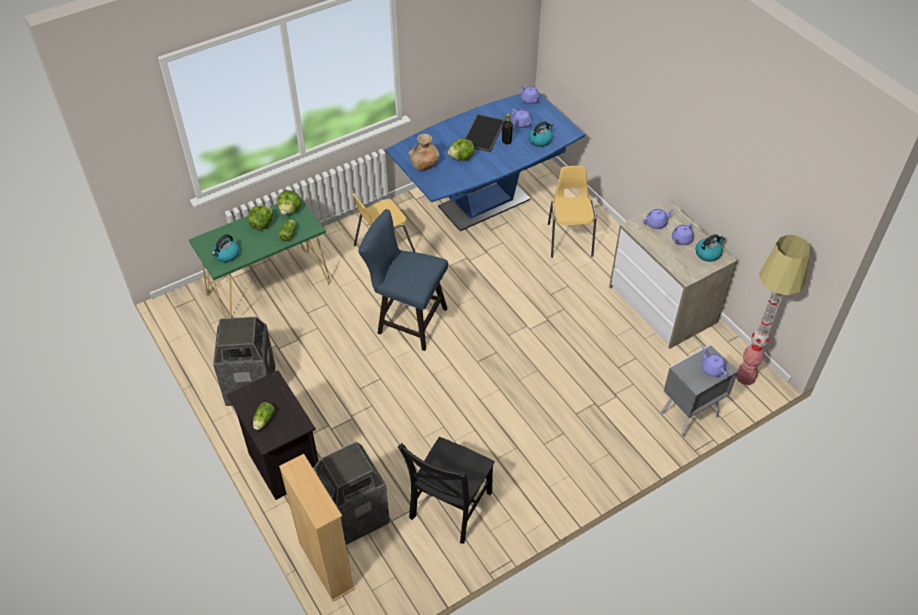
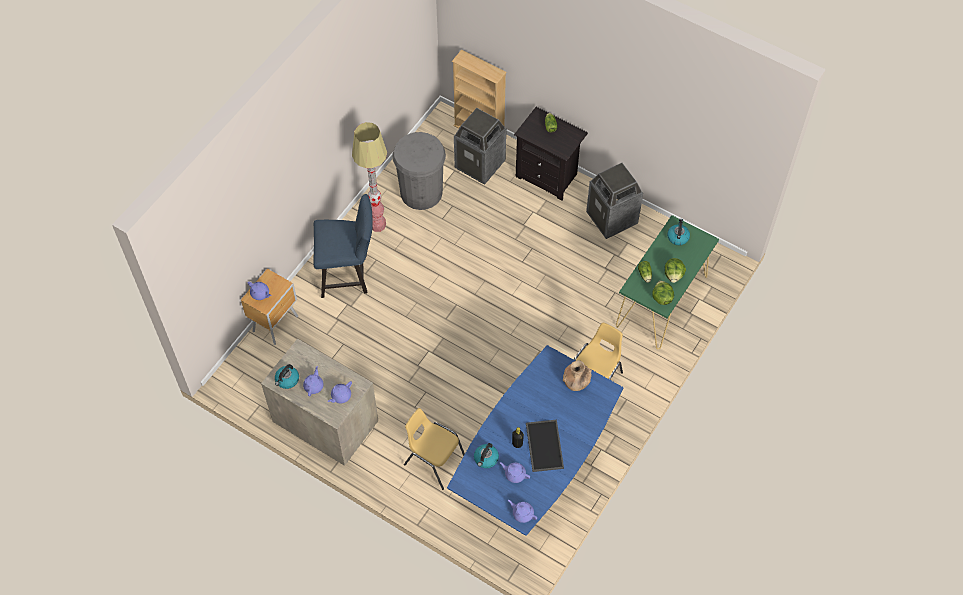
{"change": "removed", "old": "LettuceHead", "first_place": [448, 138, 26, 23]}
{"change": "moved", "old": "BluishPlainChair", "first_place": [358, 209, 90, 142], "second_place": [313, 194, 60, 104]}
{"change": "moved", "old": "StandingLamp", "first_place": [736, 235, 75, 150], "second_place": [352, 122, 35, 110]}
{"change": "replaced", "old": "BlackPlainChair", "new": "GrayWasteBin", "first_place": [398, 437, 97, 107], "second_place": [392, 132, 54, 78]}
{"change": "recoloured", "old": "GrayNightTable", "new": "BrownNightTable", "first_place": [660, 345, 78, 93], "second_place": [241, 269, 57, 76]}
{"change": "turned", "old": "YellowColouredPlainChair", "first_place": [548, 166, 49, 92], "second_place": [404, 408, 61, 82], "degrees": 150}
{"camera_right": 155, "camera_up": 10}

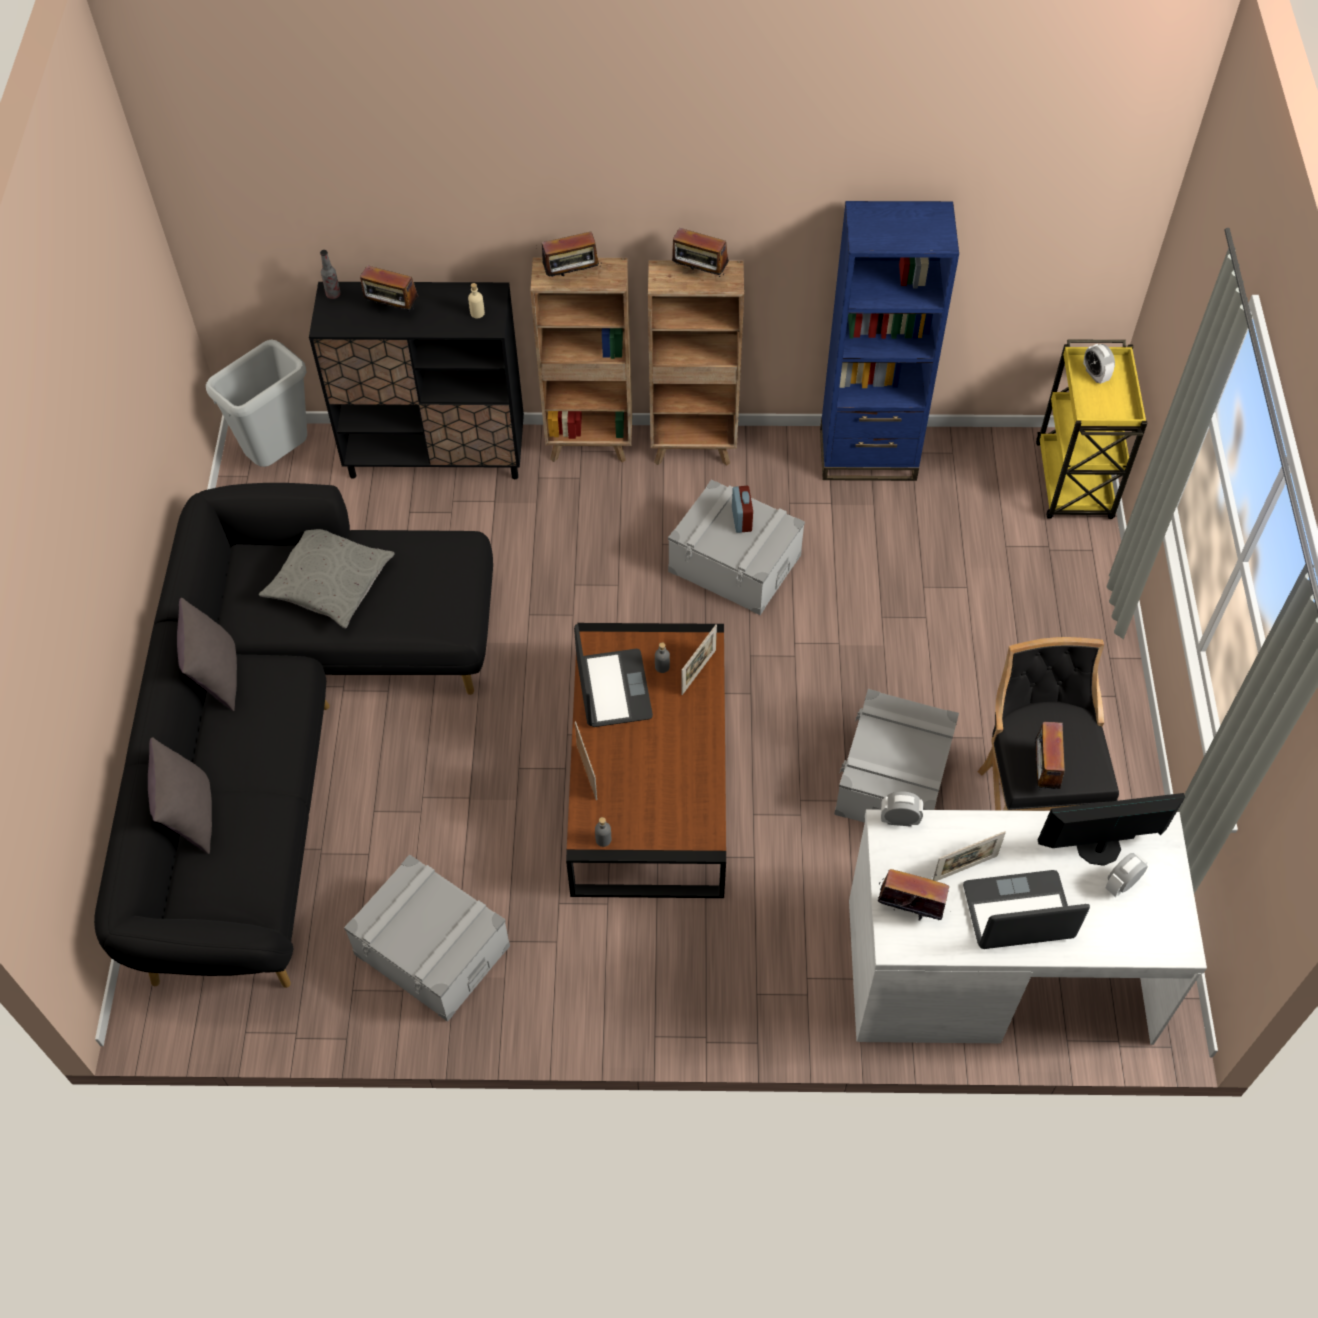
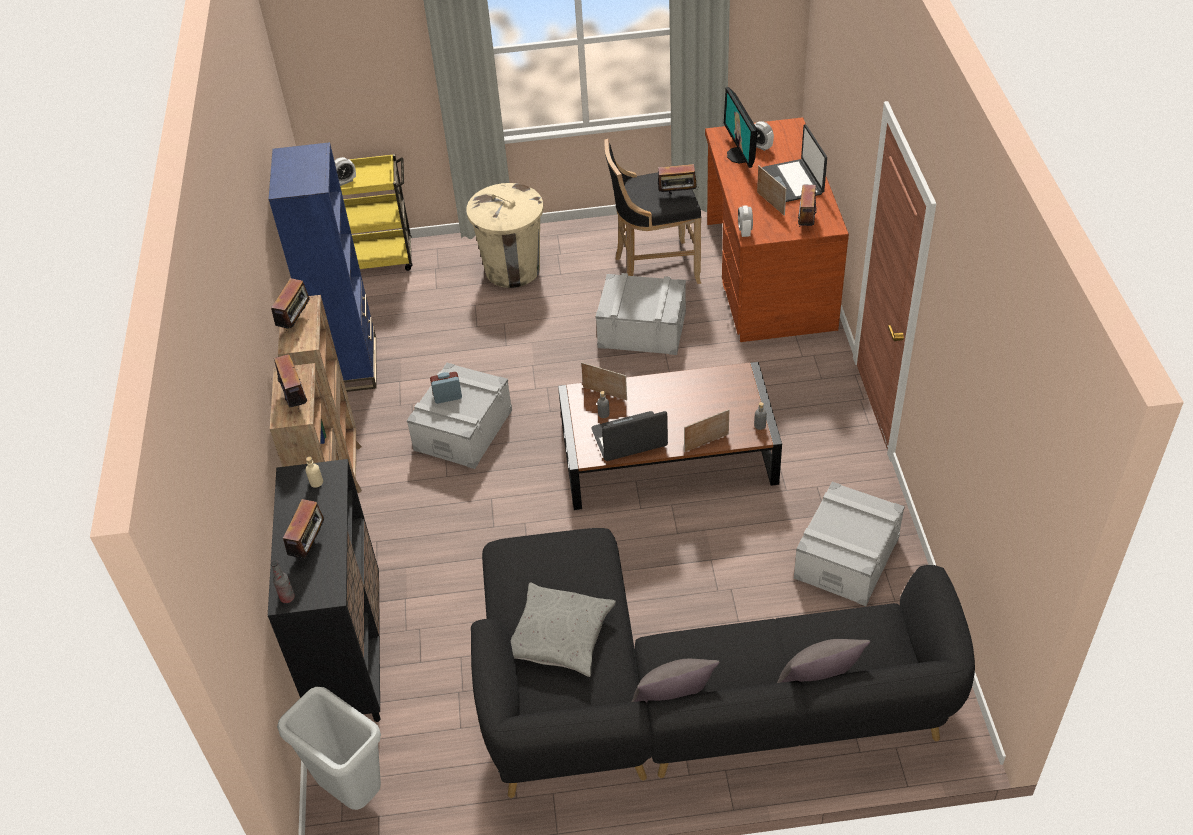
{"change": "added", "new": "BeigeColouredWasteBin", "second_place": [466, 183, 77, 105]}
{"change": "recoloured", "old": "WhiteDeskTable", "new": "BrownDeskTable", "first_place": [849, 809, 358, 236], "second_place": [705, 117, 144, 225]}
{"camera_right": -95, "camera_up": -10}

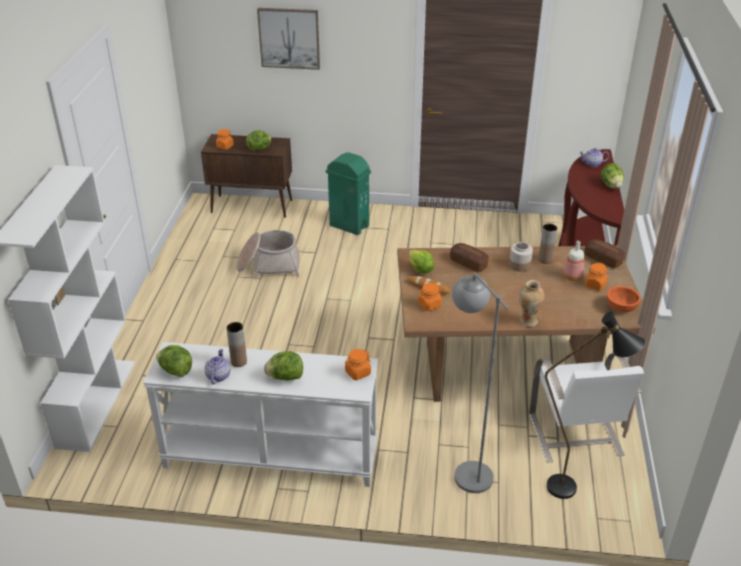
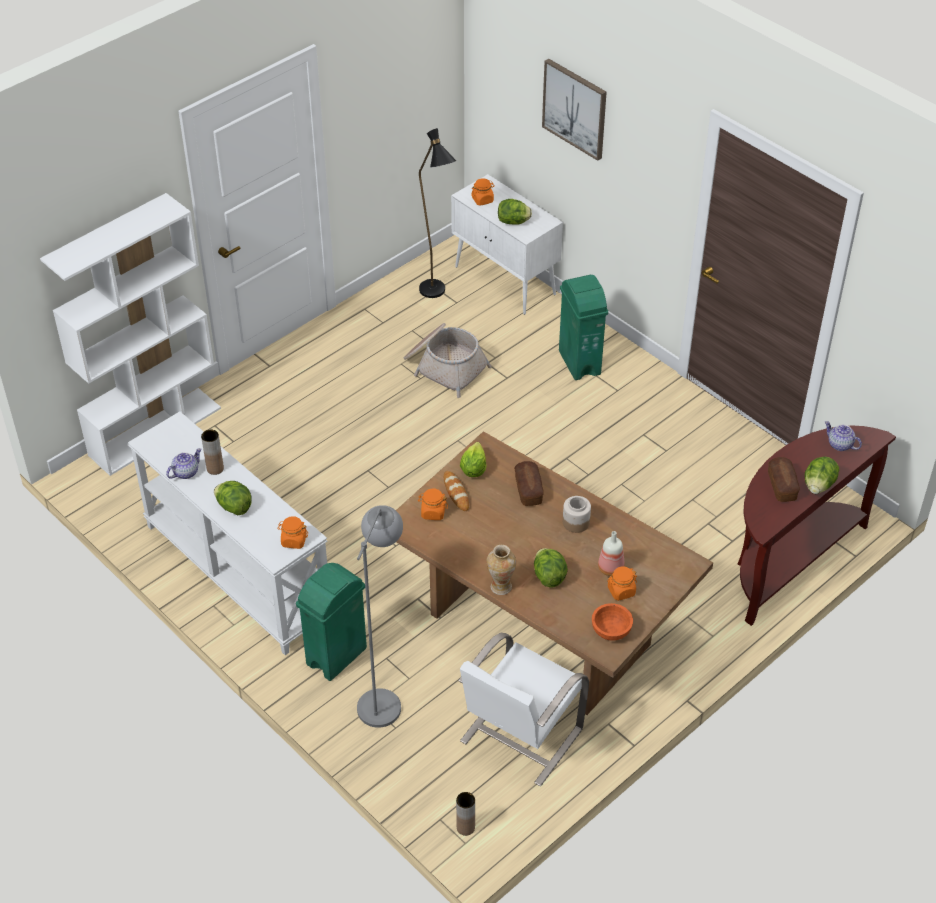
{"change": "added", "new": "GreenWasteBin", "second_place": [296, 563, 71, 118]}
{"change": "moved", "old": "LettuceHead", "first_place": [156, 345, 36, 32], "second_place": [534, 548, 34, 40]}
{"change": "moved", "old": "BrownVase", "first_place": [538, 224, 19, 40], "second_place": [456, 792, 19, 44]}
{"change": "moved", "old": "BlackStandingLamp", "first_place": [545, 311, 101, 188], "second_place": [419, 128, 37, 170]}
{"change": "moved", "old": "Bread", "first_place": [584, 239, 41, 29], "second_place": [768, 457, 32, 45]}
{"change": "recoloured", "old": "BrownCabinet", "new": "WhiteCabinet", "first_place": [201, 134, 91, 84], "second_place": [451, 174, 112, 141]}
{"camera_right": 40, "camera_up": 10}

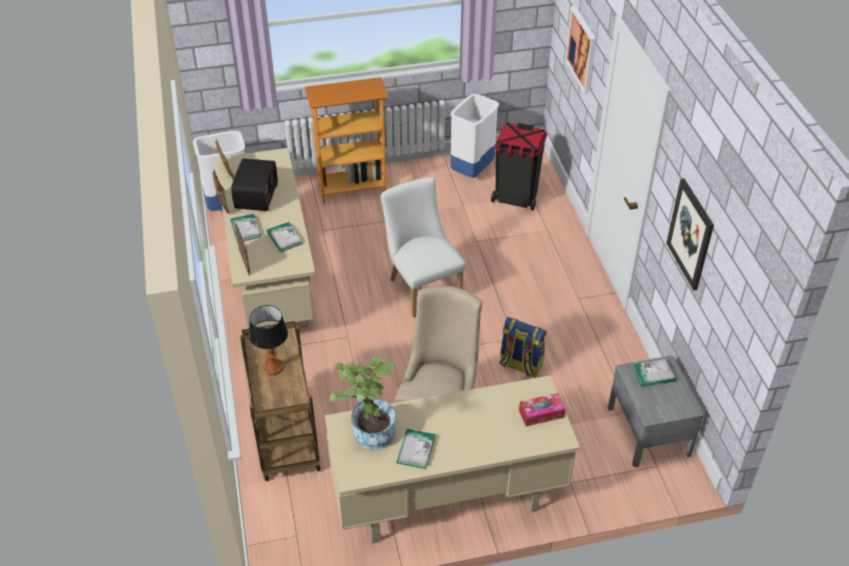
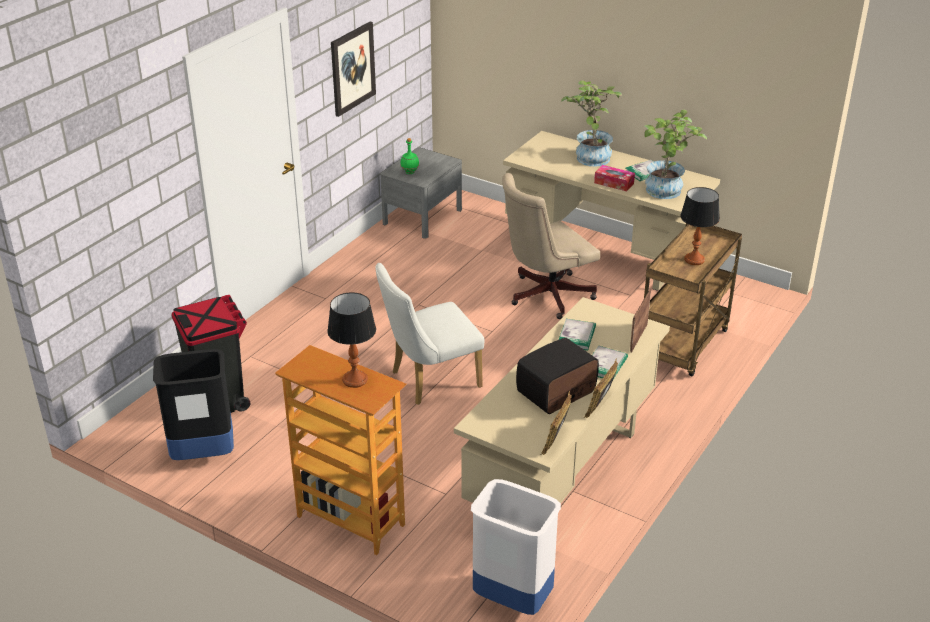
{"change": "removed", "old": "Knapsack", "first_place": [499, 317, 47, 61]}
{"change": "removed", "old": "WallArt", "first_place": [565, 6, 31, 88]}
{"change": "added", "new": "LampForATable", "second_place": [327, 292, 49, 96]}
{"change": "added", "new": "Houseplant", "second_place": [561, 80, 61, 87]}
{"change": "moved", "old": "TissueHolder", "first_place": [519, 393, 46, 33], "second_place": [594, 165, 41, 26]}
{"change": "replaced", "old": "Book", "new": "GreenDrinkBottle", "first_place": [633, 359, 43, 28], "second_place": [401, 138, 18, 36]}
{"change": "recoloured", "old": "WhiteWasteBin", "new": "BlackWasteBin", "first_place": [450, 94, 49, 84], "second_place": [153, 349, 81, 111]}
{"change": "turned", "old": "WhitePlainChair", "first_place": [381, 177, 85, 141], "second_place": [376, 263, 109, 142], "degrees": 45}
{"camera_right": -135, "camera_up": -10}

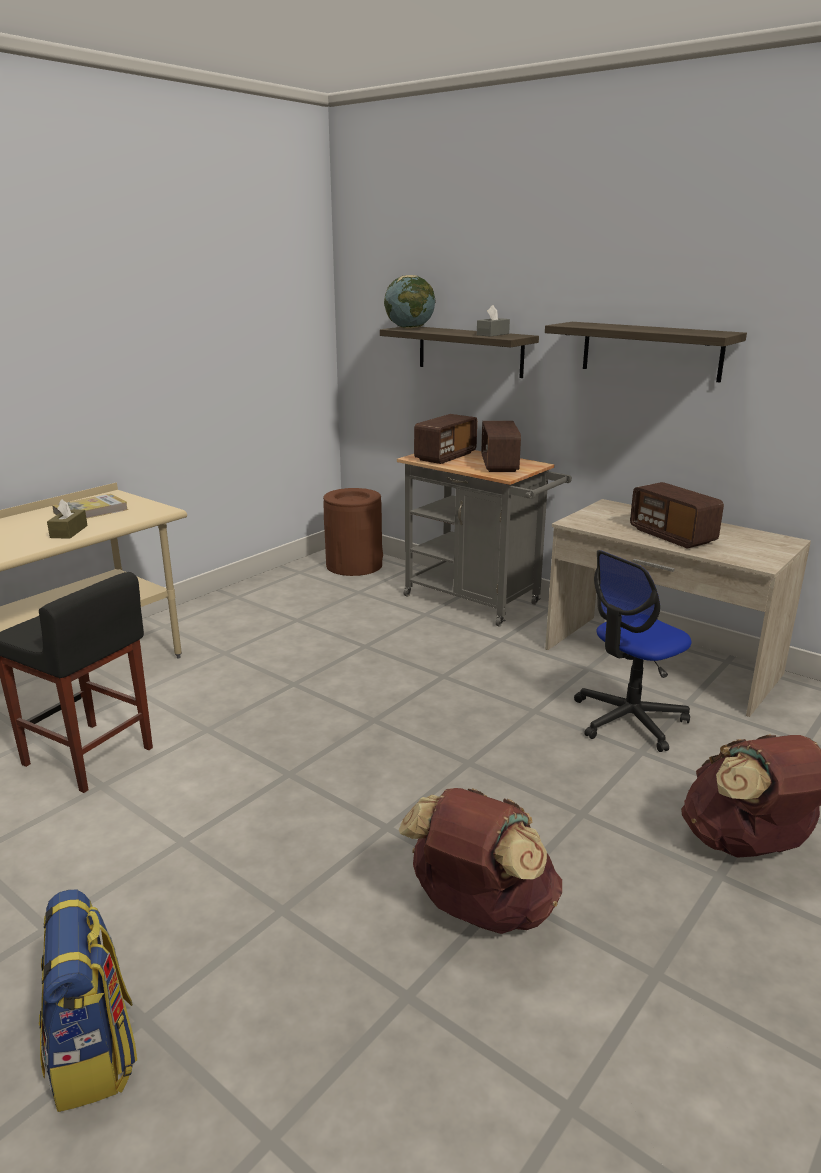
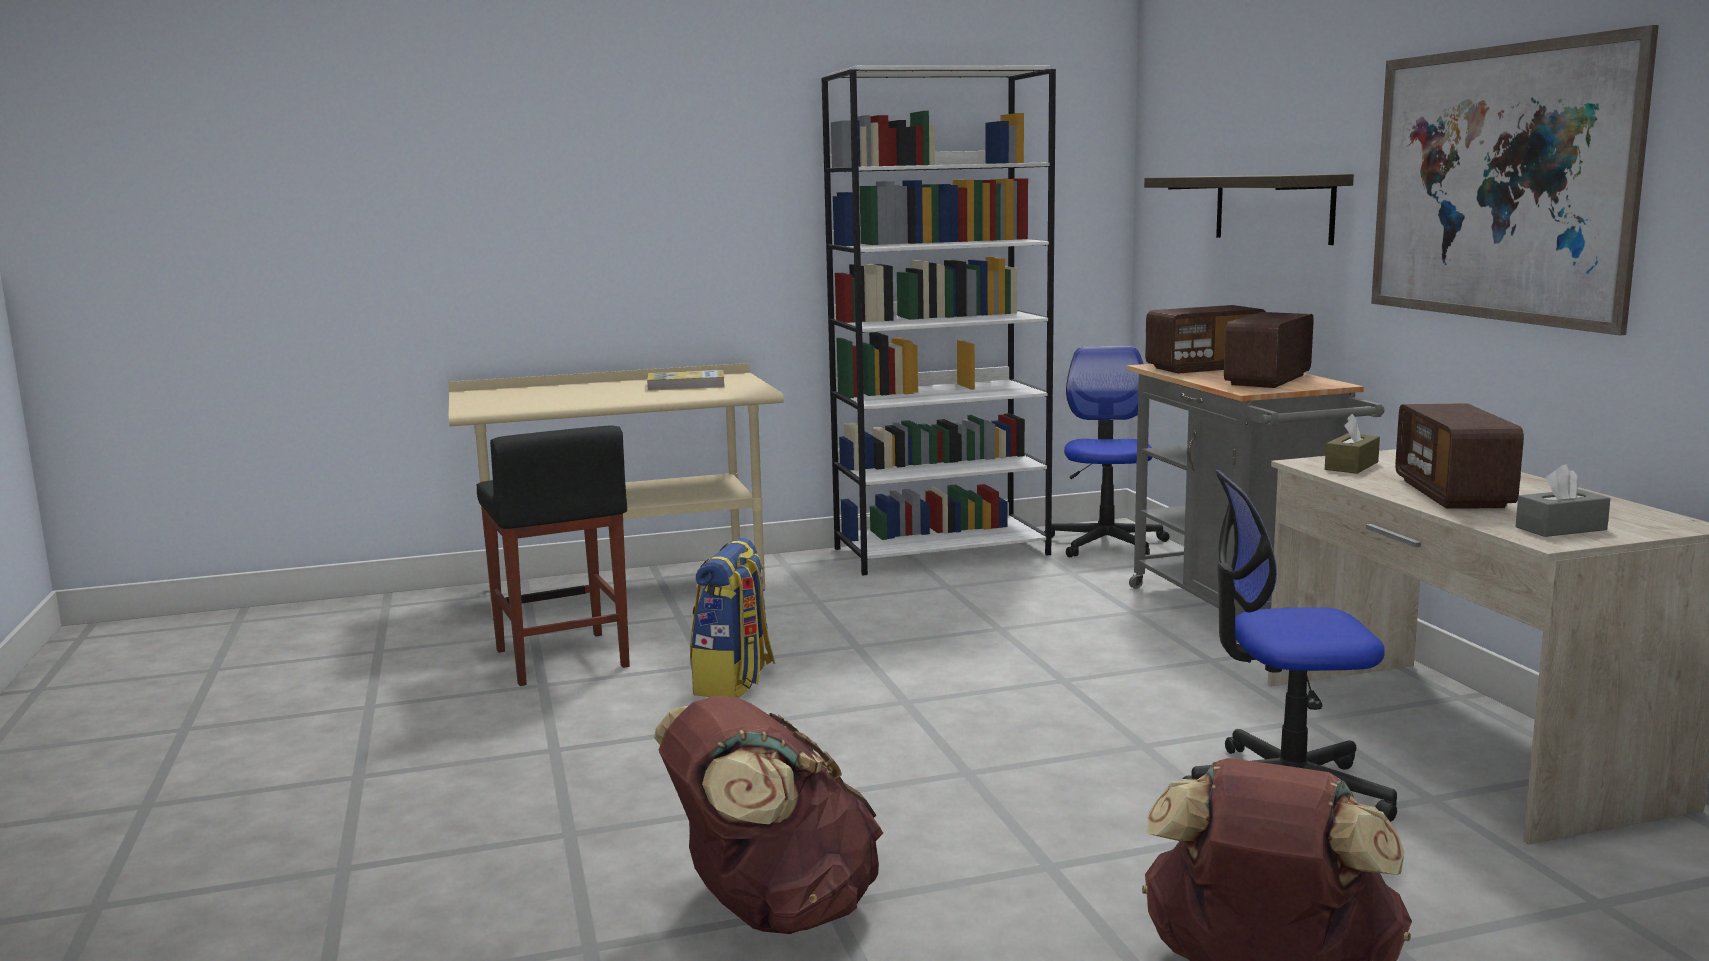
{"change": "removed", "old": "DeskGlobe", "first_place": [384, 275, 51, 54]}
{"change": "added", "new": "WhiteShelvingUnit", "second_place": [822, 65, 234, 510]}
{"change": "moved", "old": "Knapsack", "first_place": [39, 890, 98, 222], "second_place": [690, 538, 85, 160]}
{"change": "moved", "old": "BrownTissueHolder", "first_place": [47, 499, 41, 40], "second_place": [1325, 414, 55, 60]}
{"change": "moved", "old": "GrayTissueHolder", "first_place": [477, 305, 33, 32], "second_place": [1515, 465, 96, 72]}
{"change": "replaced", "old": "BrownWasteBin", "new": "DeskChair", "first_place": [323, 488, 60, 88], "second_place": [1044, 346, 125, 211]}
{"change": "replaced", "old": "BracketShelf", "new": "WallArt", "first_place": [545, 322, 202, 61], "second_place": [1371, 25, 288, 310]}
{"camera_right": 35, "camera_up": -10}

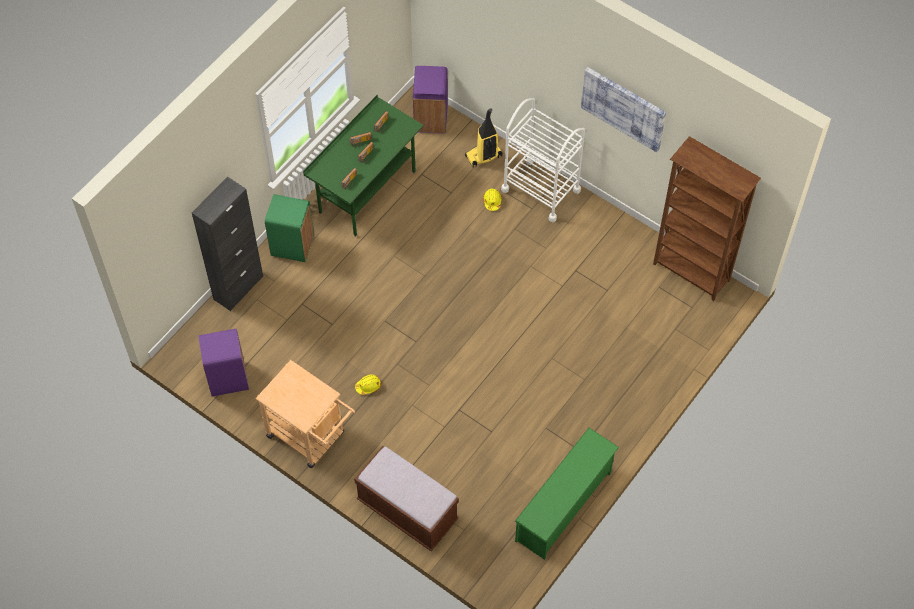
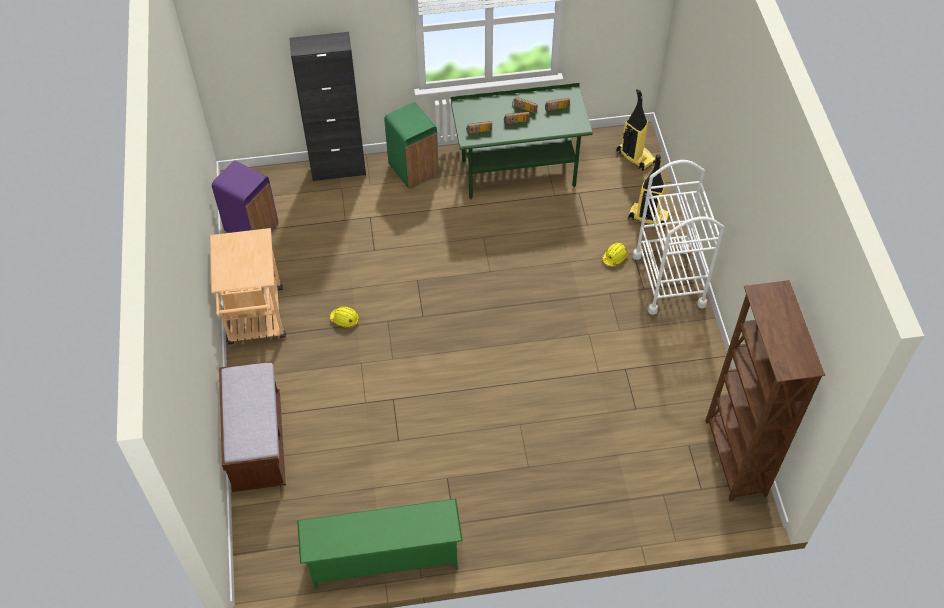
{"change": "removed", "old": "WallArt", "first_place": [581, 67, 85, 85]}
{"change": "replaced", "old": "PurplishWasteBin", "new": "VacuumCleaner", "first_place": [413, 66, 35, 68], "second_place": [616, 89, 40, 82]}
{"camera_right": 45, "camera_up": -5}

